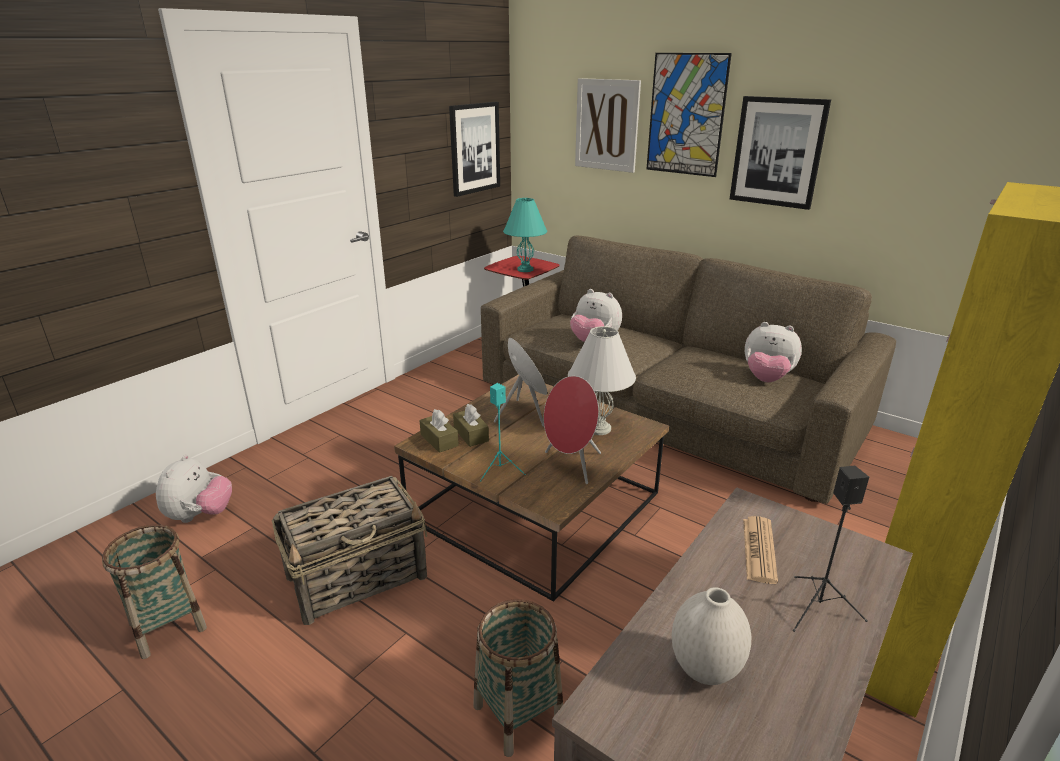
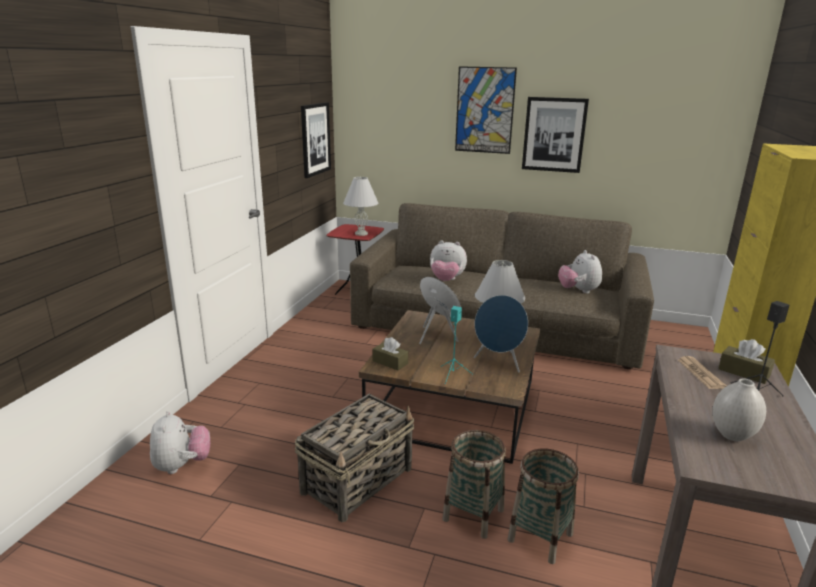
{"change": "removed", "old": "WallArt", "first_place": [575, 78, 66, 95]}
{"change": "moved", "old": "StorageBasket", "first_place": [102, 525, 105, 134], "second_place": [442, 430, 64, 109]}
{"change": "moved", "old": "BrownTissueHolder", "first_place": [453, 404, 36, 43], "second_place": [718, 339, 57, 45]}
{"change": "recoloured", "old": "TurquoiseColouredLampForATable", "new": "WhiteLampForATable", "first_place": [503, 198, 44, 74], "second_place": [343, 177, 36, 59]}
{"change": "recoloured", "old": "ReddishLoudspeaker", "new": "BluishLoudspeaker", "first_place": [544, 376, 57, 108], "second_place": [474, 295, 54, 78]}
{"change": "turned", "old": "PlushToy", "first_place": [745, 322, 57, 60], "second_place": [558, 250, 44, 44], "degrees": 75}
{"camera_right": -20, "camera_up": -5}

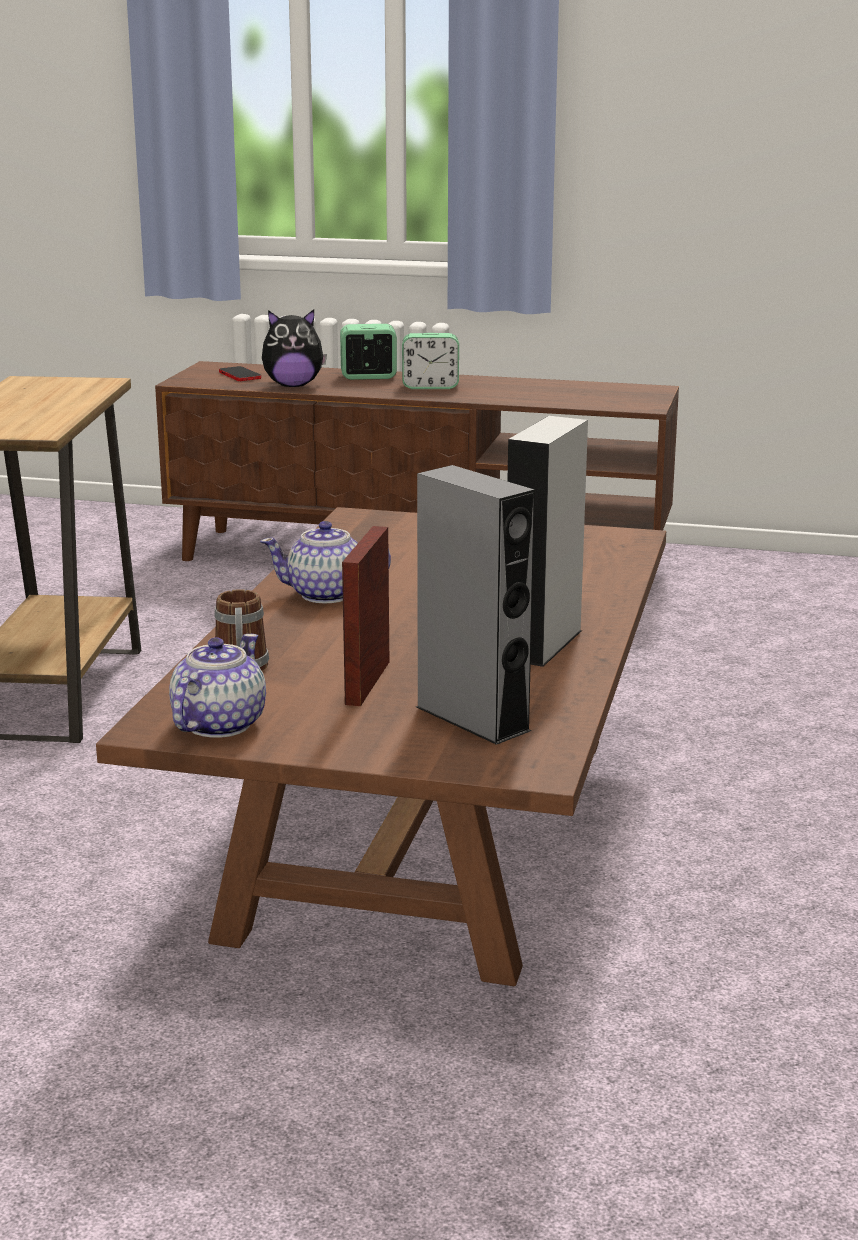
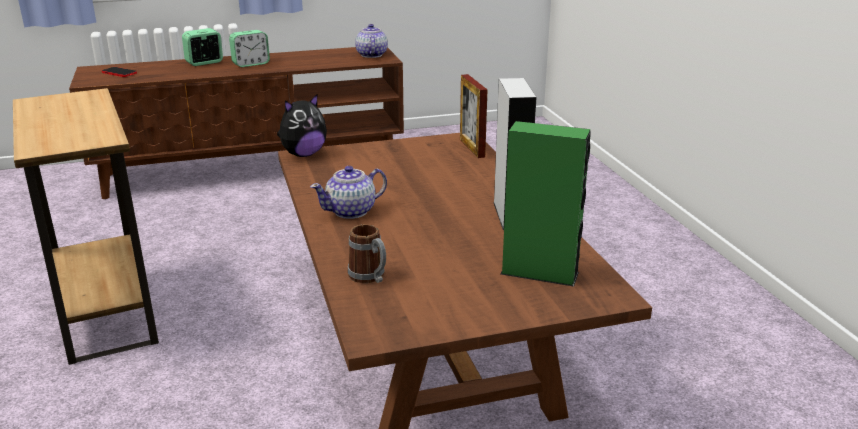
{"change": "moved", "old": "TeaPot", "first_place": [169, 634, 97, 104], "second_place": [355, 24, 33, 34]}
{"change": "moved", "old": "PlushToy", "first_place": [262, 309, 65, 78], "second_place": [277, 94, 50, 63]}
{"change": "moved", "old": "PictureFrame", "first_place": [342, 526, 47, 180], "second_place": [460, 74, 28, 84]}
{"change": "recoloured", "old": "GrayLoudspeaker", "new": "GreenLoudspeaker", "first_place": [416, 465, 119, 280], "second_place": [501, 121, 90, 166]}
{"camera_right": -30, "camera_up": 5}

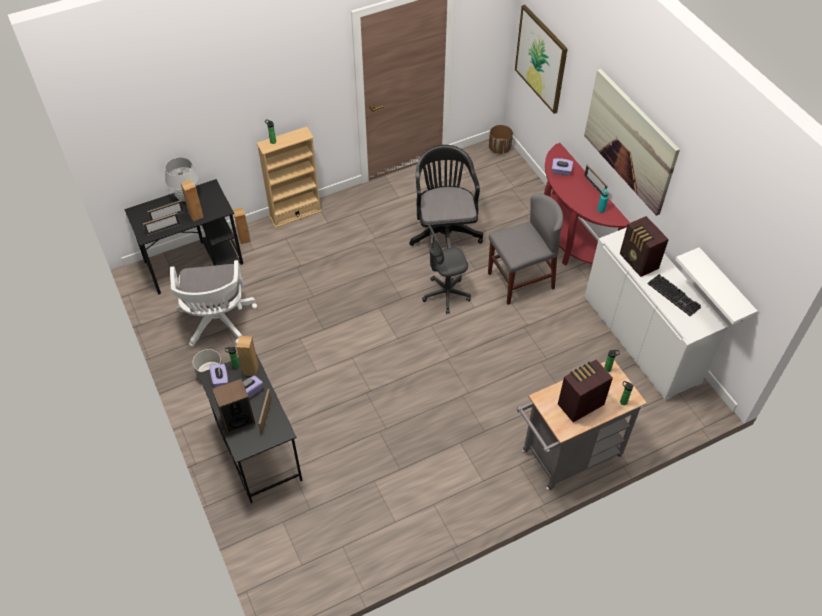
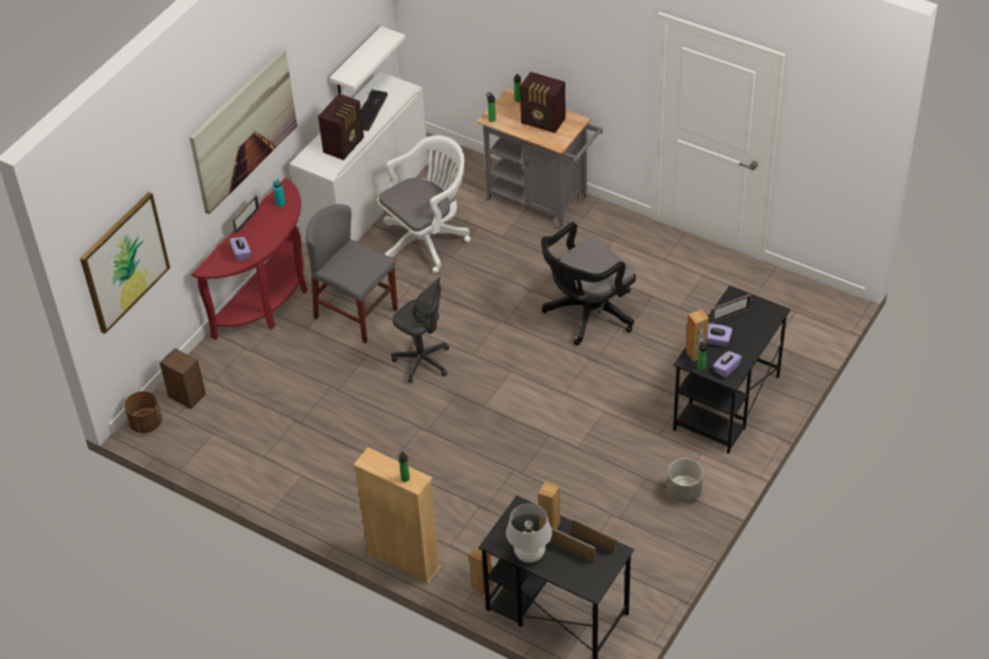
{"change": "moved", "old": "WhiteDeskChair", "first_place": [170, 260, 87, 86], "second_place": [377, 135, 93, 138]}
{"change": "moved", "old": "Loudspeaker", "first_place": [212, 379, 43, 55], "second_place": [160, 348, 46, 61]}
{"change": "moved", "old": "BlackDeskChair", "first_place": [409, 145, 74, 103], "second_place": [541, 222, 95, 123]}
{"camera_right": -120, "camera_up": -5}

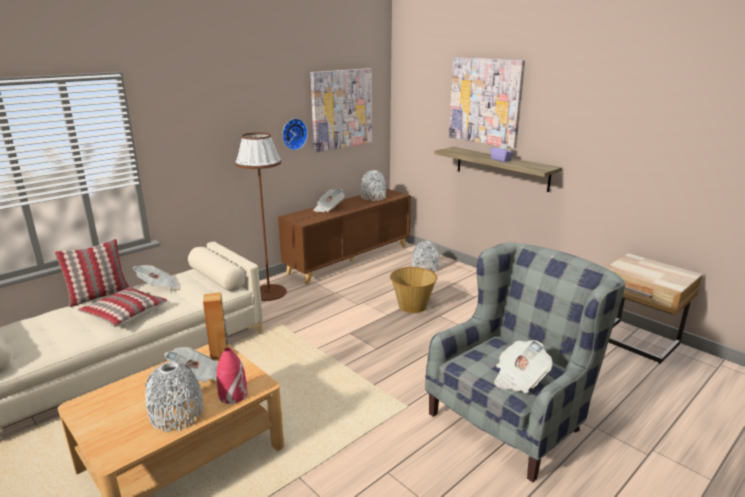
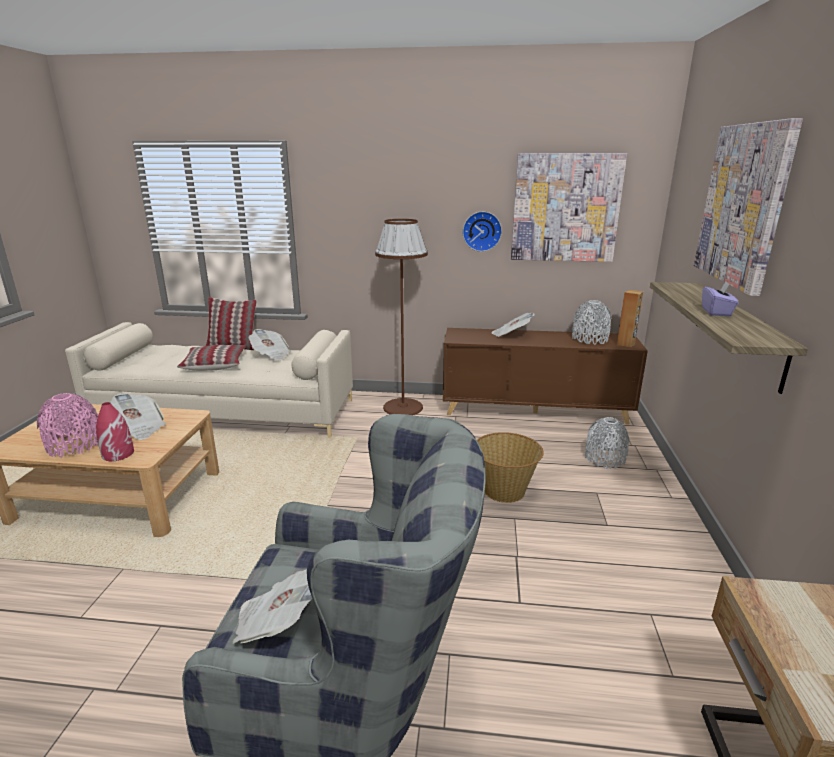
{"change": "moved", "old": "BrownLoudspeaker", "first_place": [203, 292, 25, 67], "second_place": [617, 290, 26, 58]}
{"change": "recoloured", "old": "GrayVase", "new": "PinkishVase", "first_place": [145, 362, 58, 69], "second_place": [37, 393, 61, 64]}
{"camera_right": 50, "camera_up": 0}

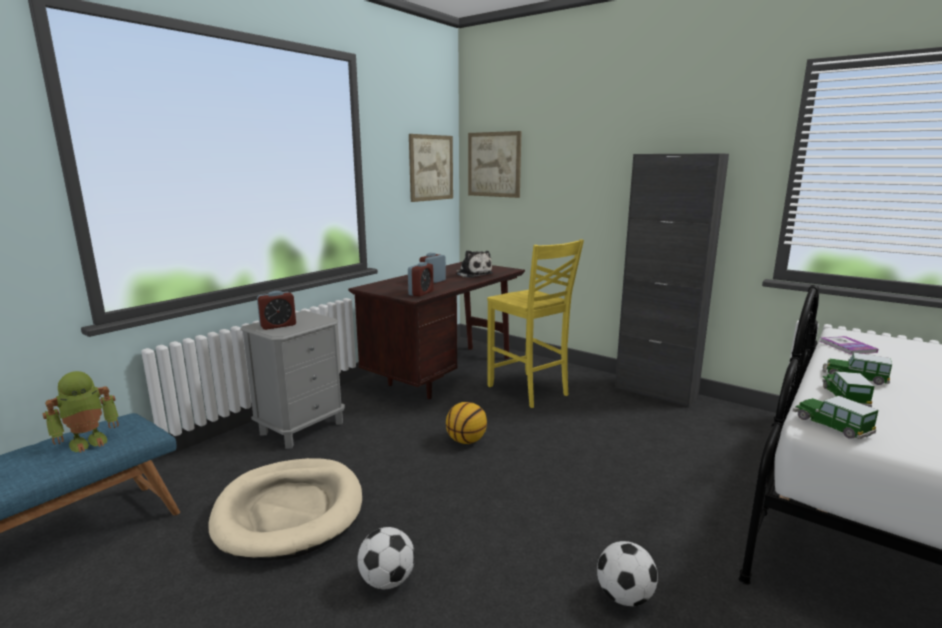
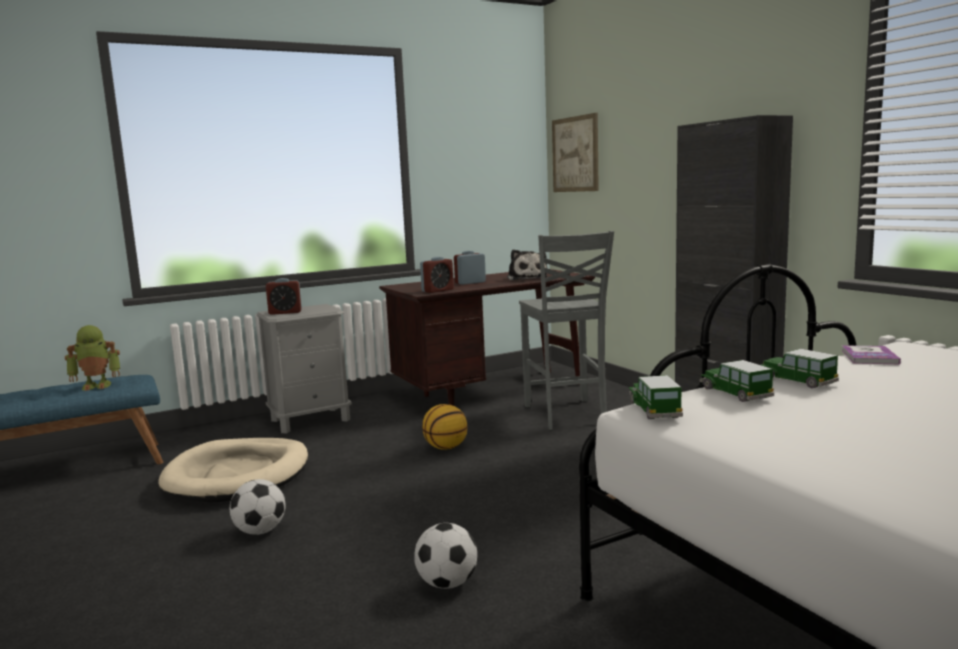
{"change": "removed", "old": "WallArt", "first_place": [409, 134, 44, 68]}
{"change": "recoloured", "old": "YellowColouredPlainChair", "new": "GrayPlainChair", "first_place": [487, 239, 97, 169], "second_place": [519, 231, 95, 199]}
{"change": "turned", "old": "ModelCar", "first_place": [822, 371, 53, 37], "second_place": [700, 360, 74, 42], "degrees": -60}
{"camera_right": 25, "camera_up": -5}

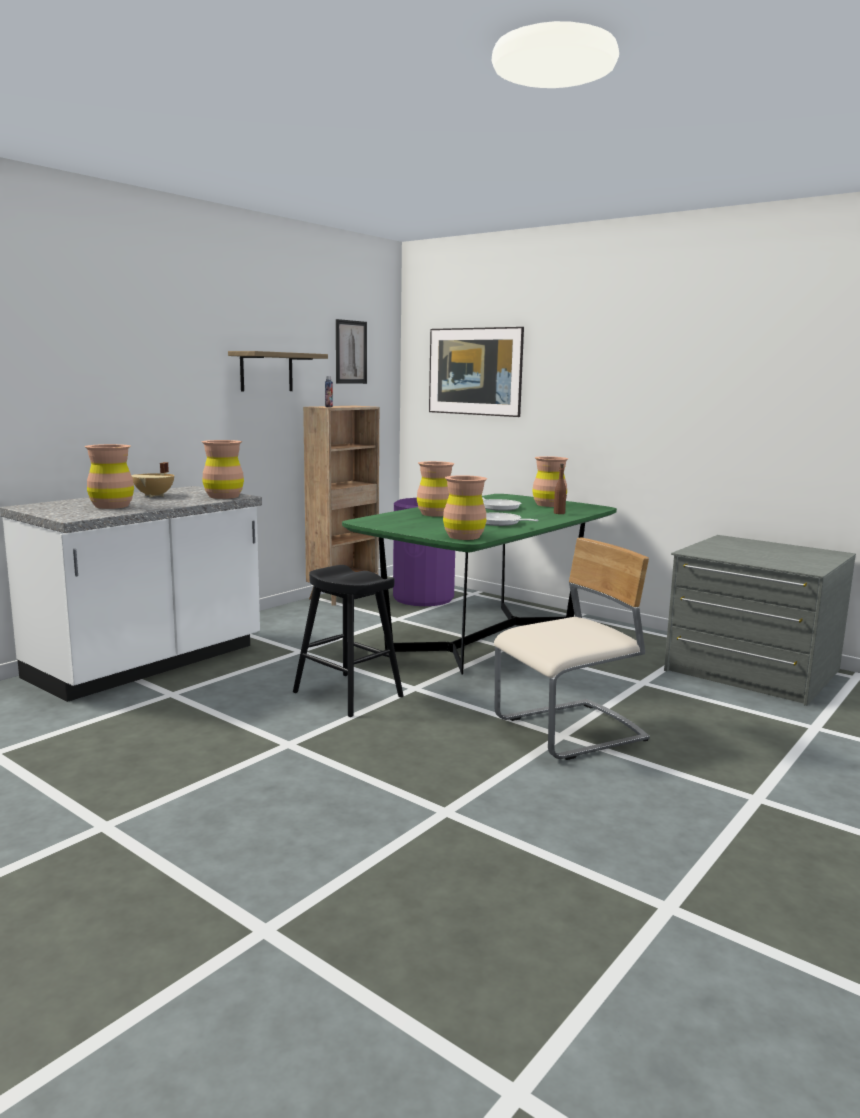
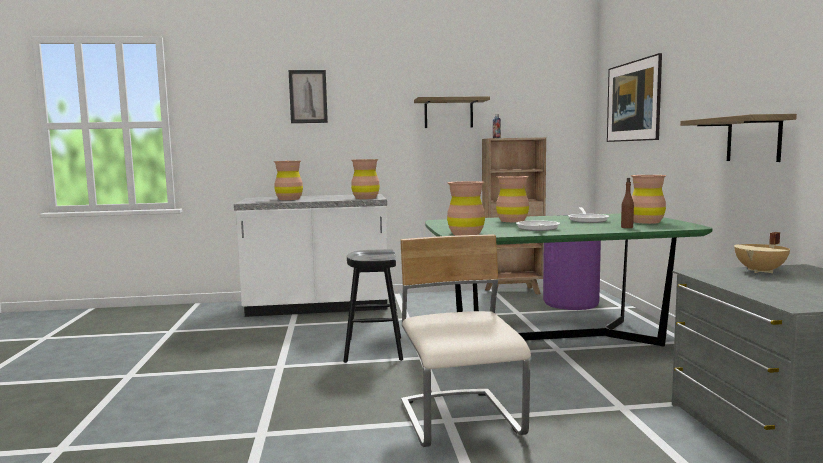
{"change": "added", "new": "BracketShelf", "second_place": [680, 114, 117, 48]}
{"change": "moved", "old": "BeigeColouredStockpot", "first_place": [131, 462, 43, 35], "second_place": [734, 232, 56, 41]}
{"change": "moved", "old": "WallArt", "first_place": [336, 319, 31, 65], "second_place": [289, 70, 39, 53]}
{"change": "turned", "old": "BeigeColouredPlainChair", "first_place": [494, 537, 156, 223], "second_place": [400, 234, 131, 213], "degrees": -120}
{"camera_right": 45, "camera_up": -5}

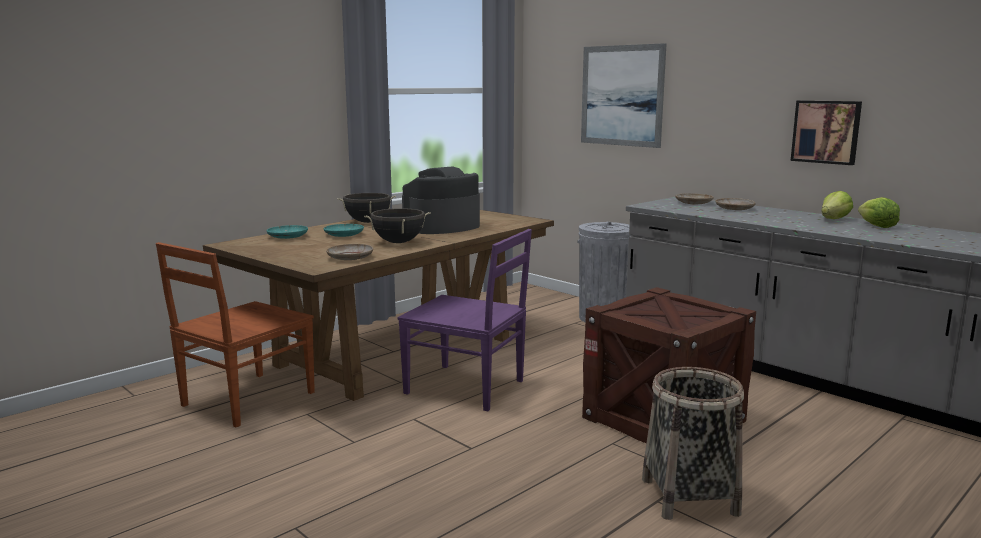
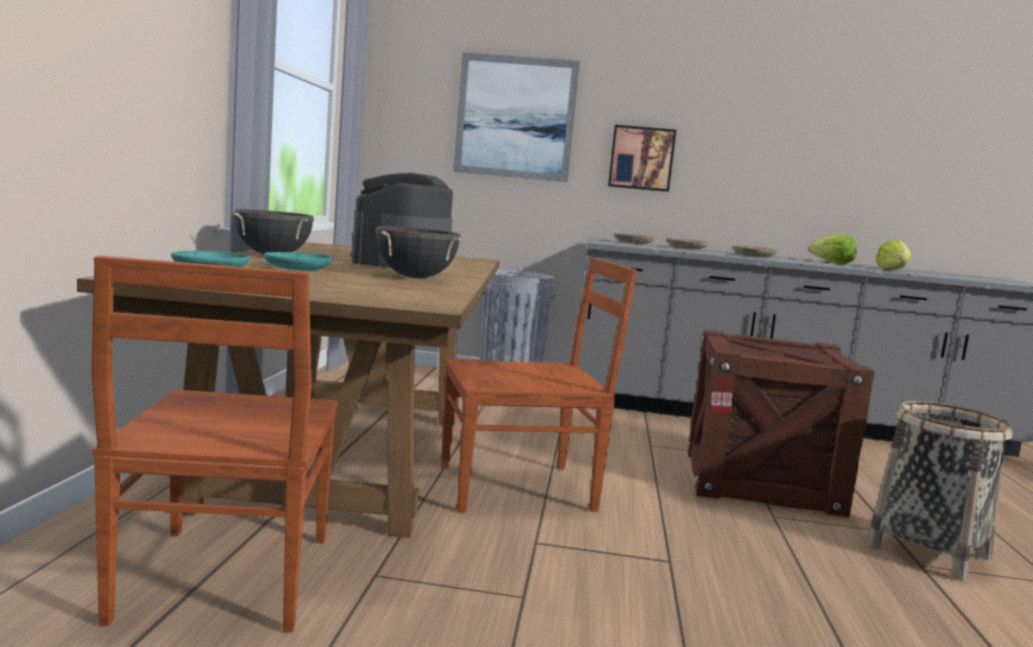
{"change": "moved", "old": "BeigeColouredFlatDish", "first_place": [326, 244, 47, 16], "second_place": [732, 245, 45, 12]}
{"change": "moved", "old": "WallArt", "first_place": [791, 100, 71, 65], "second_place": [608, 125, 68, 67]}
{"change": "moved", "old": "LettuceHead", "first_place": [821, 191, 32, 28], "second_place": [876, 240, 35, 30]}
{"change": "recoloured", "old": "PurplishPlainChair", "new": "BrownPlainChair", "first_place": [397, 229, 135, 182], "second_place": [441, 257, 196, 255]}
{"camera_right": -40, "camera_up": -5}

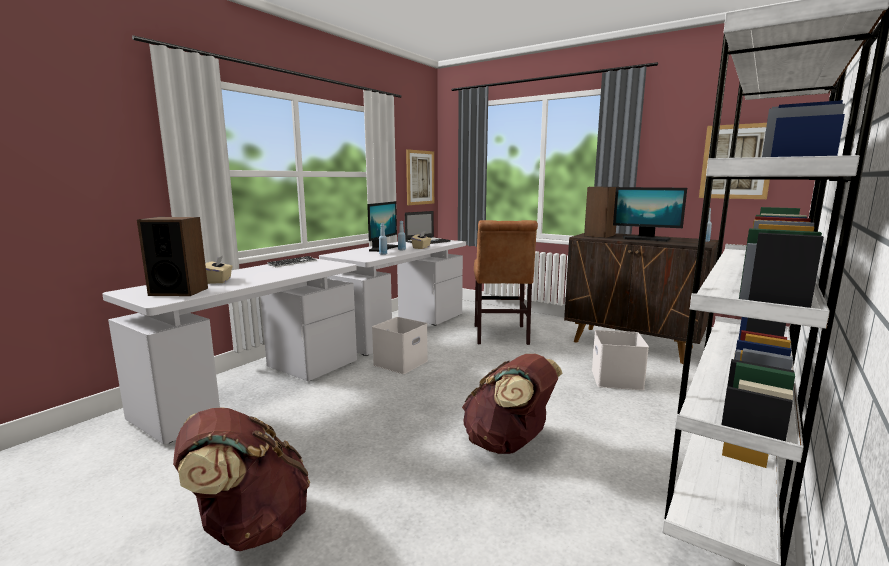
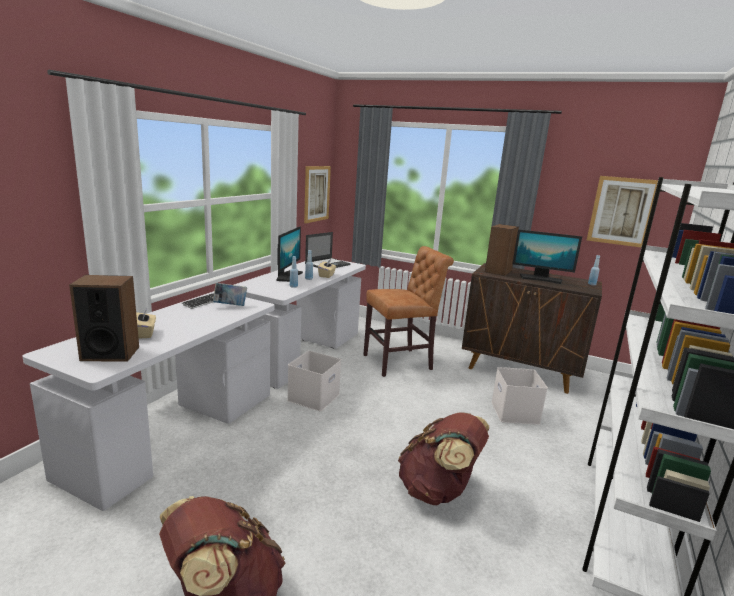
{"change": "added", "new": "Book", "second_place": [213, 283, 34, 23]}
{"change": "turned", "old": "BrownPlainChair", "first_place": [474, 220, 64, 125], "second_place": [363, 246, 91, 131], "degrees": -105}
{"camera_right": -10, "camera_up": 5}

